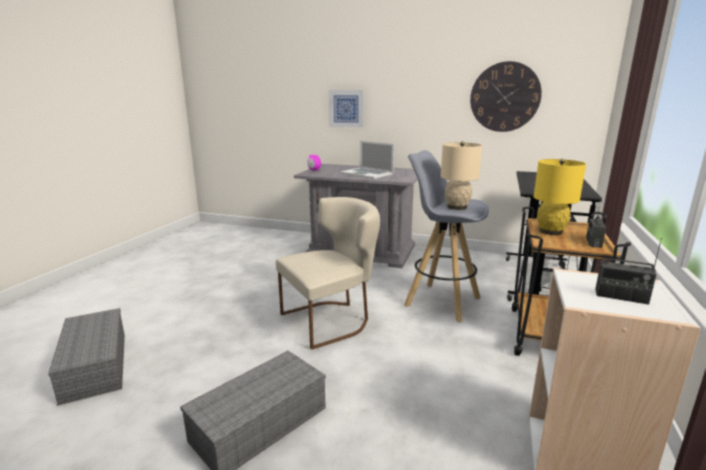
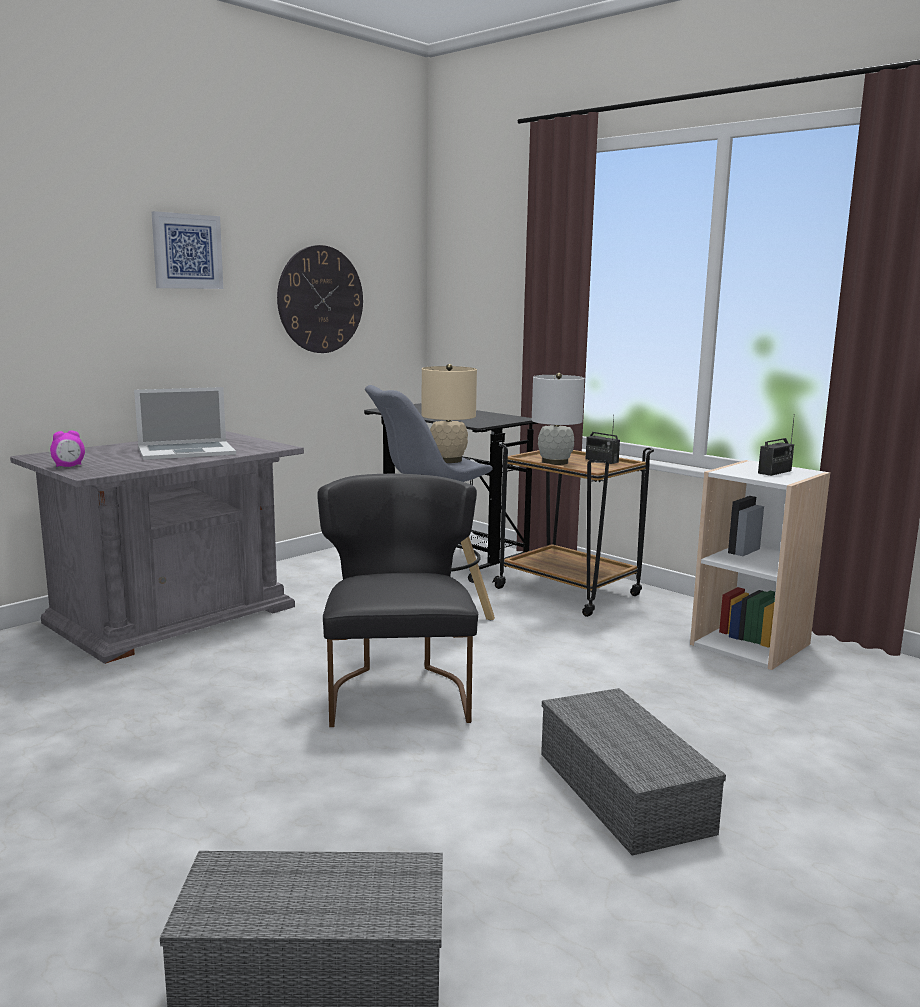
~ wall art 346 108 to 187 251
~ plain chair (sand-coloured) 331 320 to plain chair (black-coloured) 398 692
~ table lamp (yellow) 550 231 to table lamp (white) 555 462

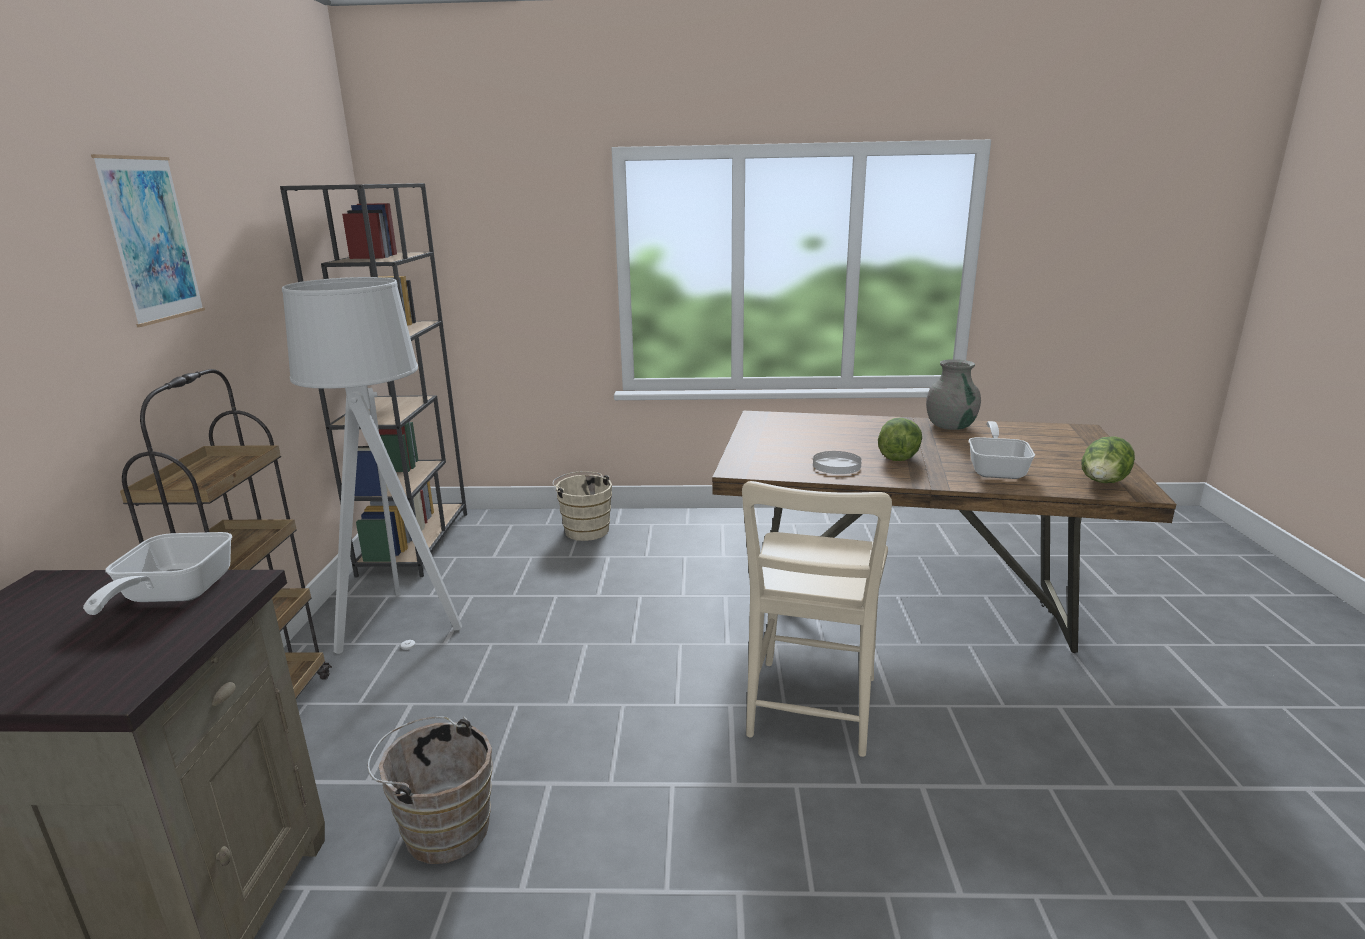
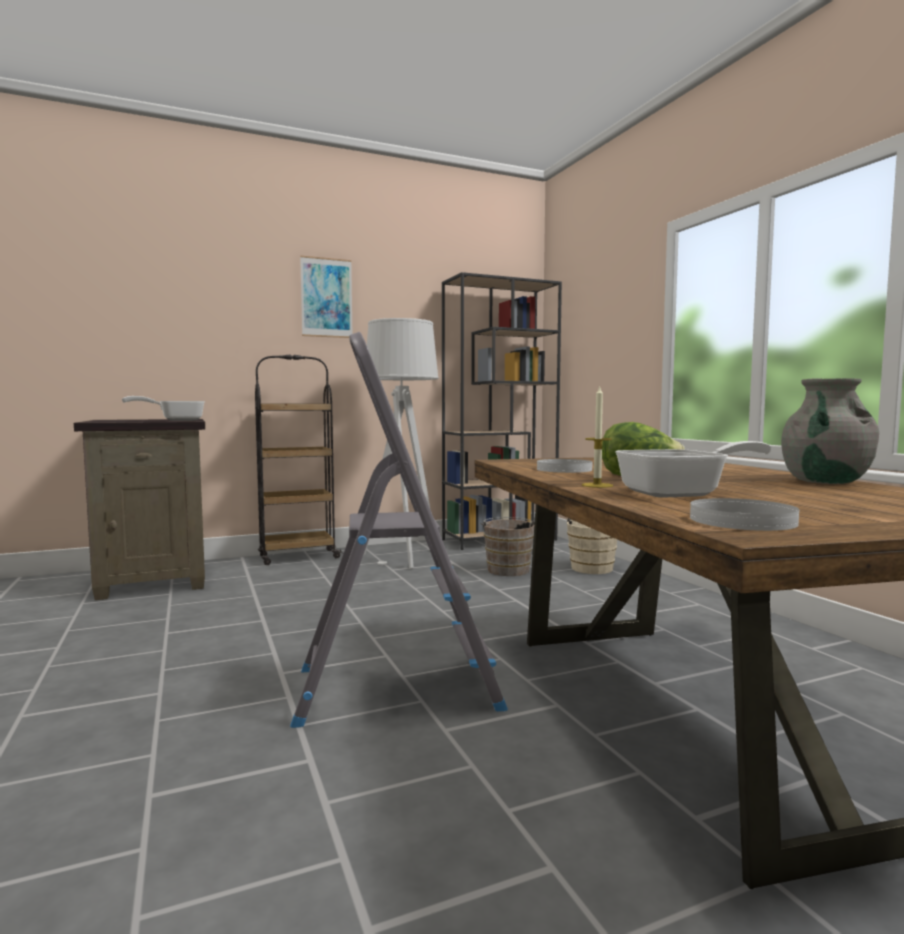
+ candle 597 485
~ water bucket (brown) 442 828 to 508 569
~ plain chair (sand-coloured) 810 712 to step stool (gray) 400 688
~ head of lettuce 1103 484 to plate (white) 743 520

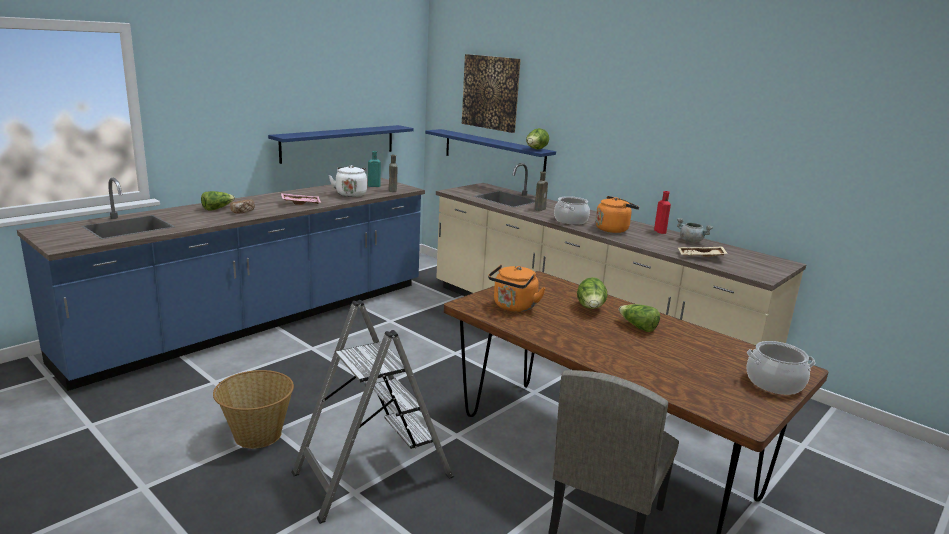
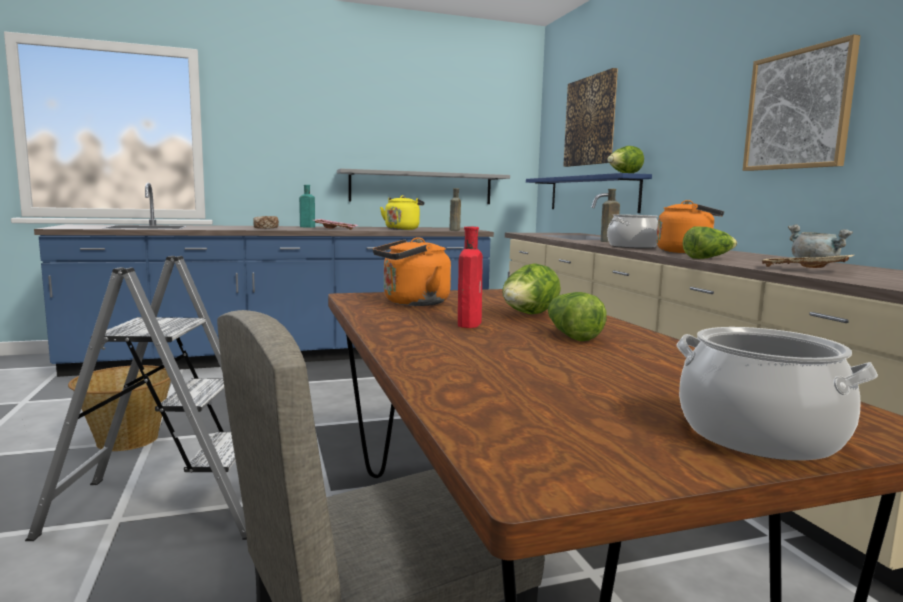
+ wall art 798 110
~ head of lettuce 217 208 to 708 258
~ bottle (turquoise-coloured) 373 186 to 306 227
~ bottle (red-coloured) 659 231 to 469 323
~ shelf (blue) 339 143 to shelf (gray) 421 187
~ water kettle (white) 351 194 to water kettle (yellow) 402 229

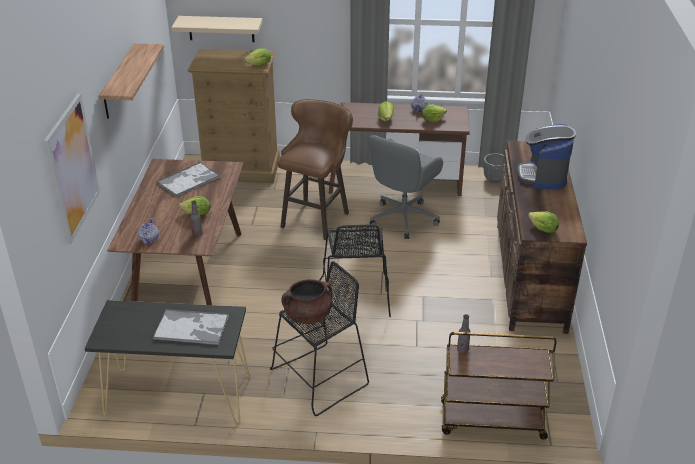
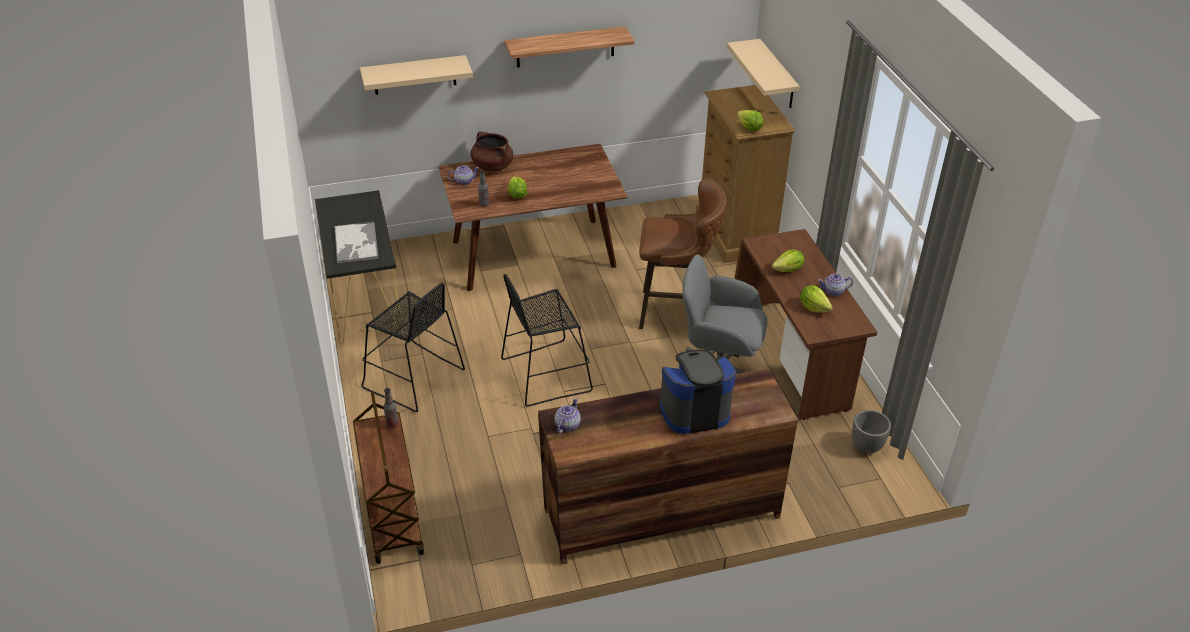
- carrying tray 189 180
~ cooking pot (brown) 308 316 to 492 166
~ wall art 72 168 to shelf (sand-coloured) 414 75
~ head of lettuce 543 230 to teapot 567 425

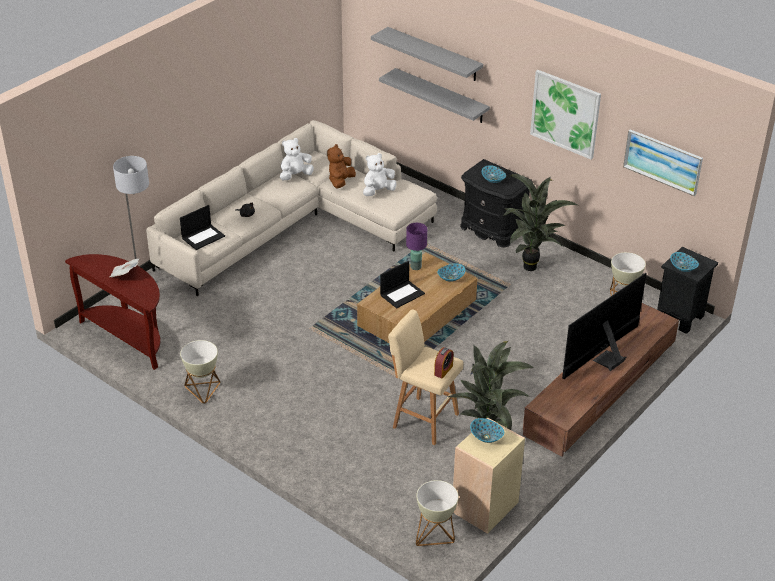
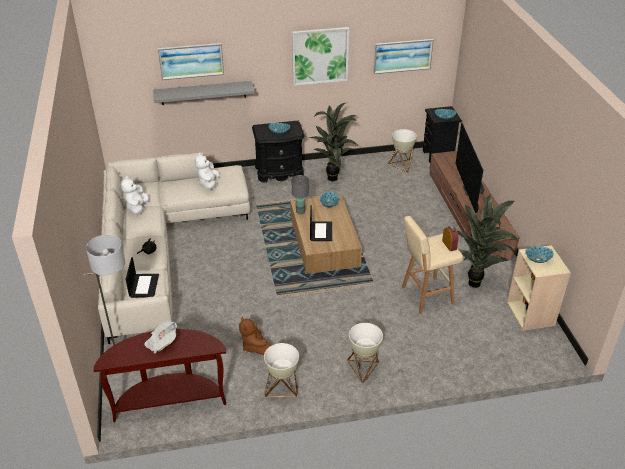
~ plush toy (brown) 340 181 to 254 346
~ plant pot 435 536 to 363 368
~ shelf (gray) 434 54 to wall art 191 61
~ table lamp (purple-coloured) 416 267 to table lamp (gray) 300 211

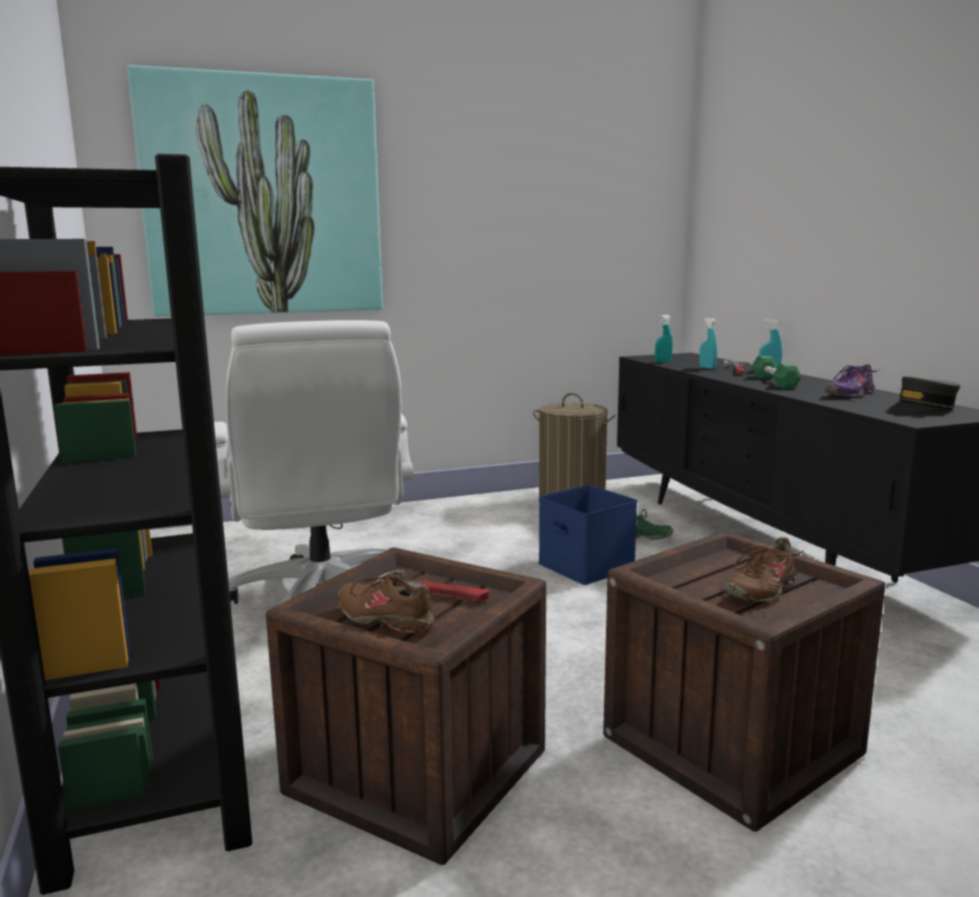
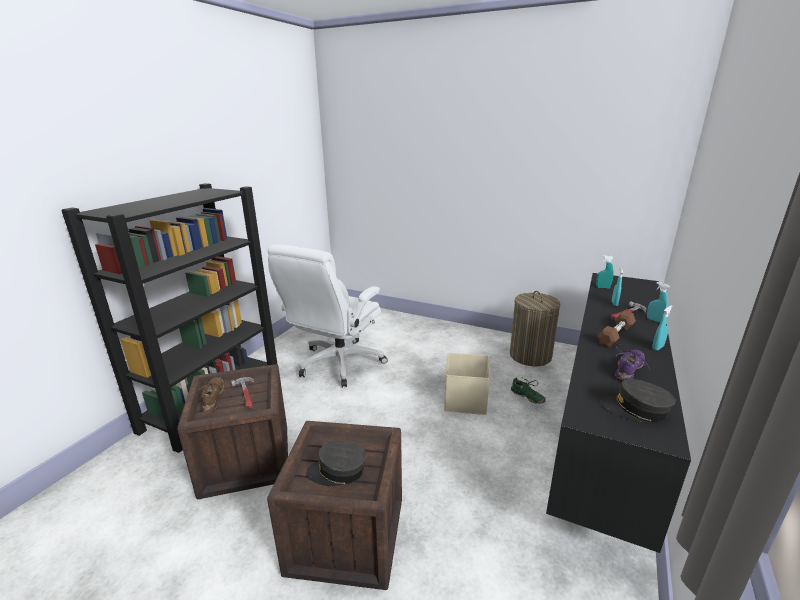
- wall art 263 197
+ hand sprayer (turquoise-coloured) 657 347
~ low shoe (brown) 760 589 to cap (gray) 337 471
~ storage bin (blue) 584 565 to storage bin (sand-coloured) 464 399
~ dumbbell (green) 774 382 to dumbbell (brown) 615 335
~ low shoe (purple-coloured) 849 394 = 629 370 120 degrees clockwise

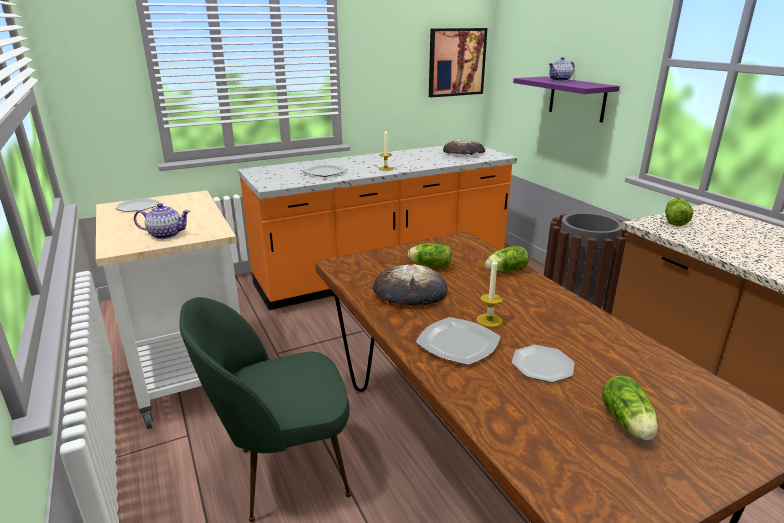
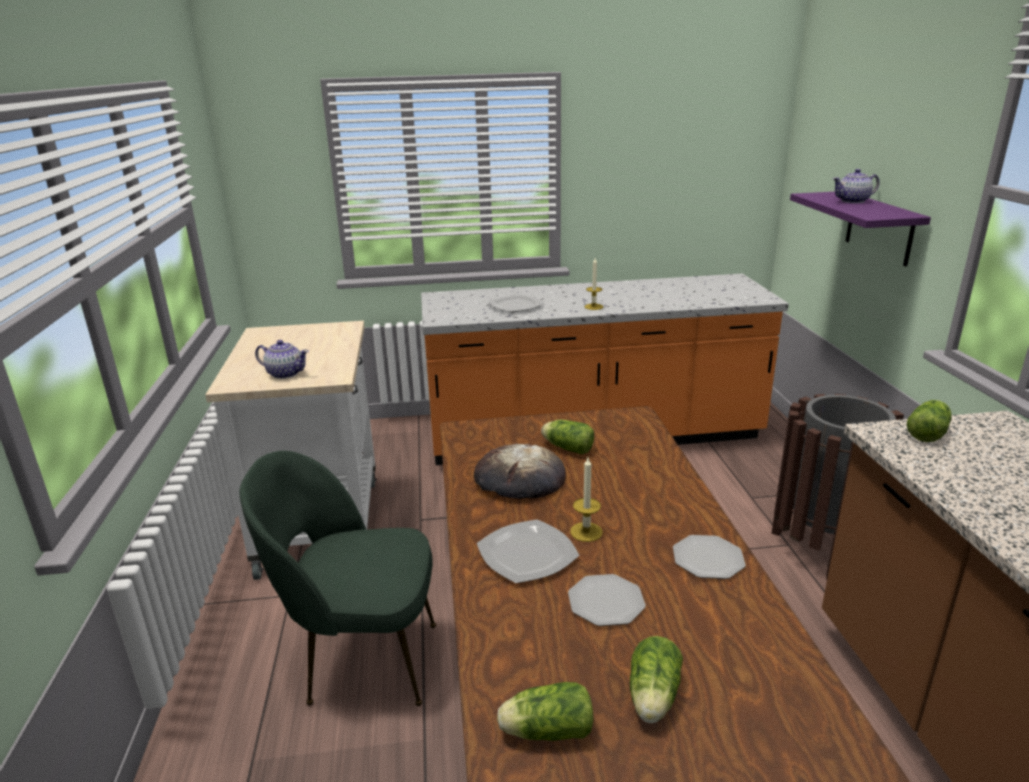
- wall art 456 62
- bakery bread 464 152
~ plate 137 207 to 708 559
~ head of lettuce 504 271 to 545 731

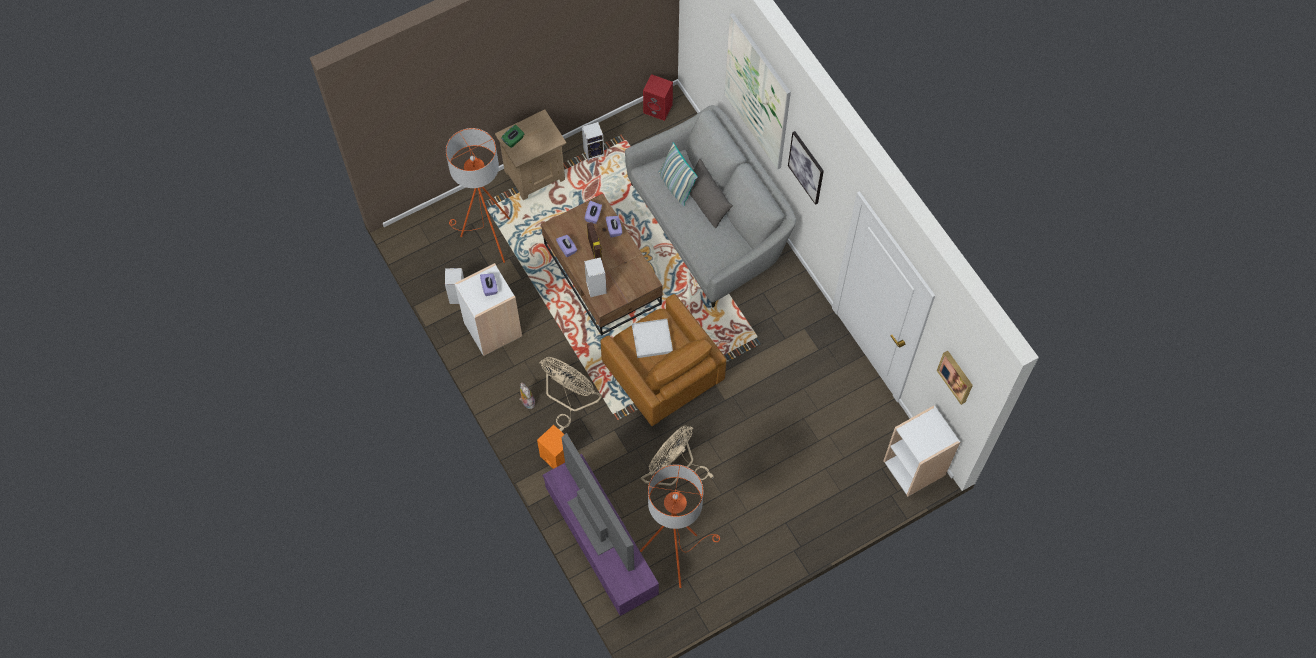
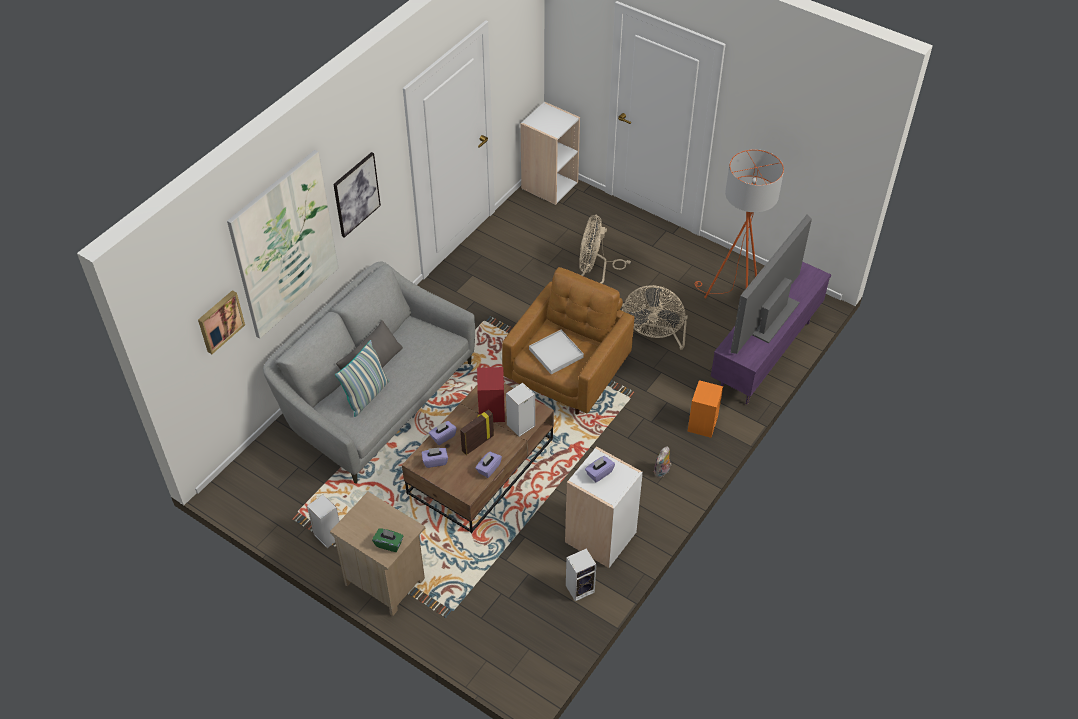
- standing lamp (orangey) 486 239
~ electric fan (sand-coloured) 567 397 to 595 269
~ speaker (red-coloured) 658 108 to 491 410
~ wall art 956 376 to 219 321

